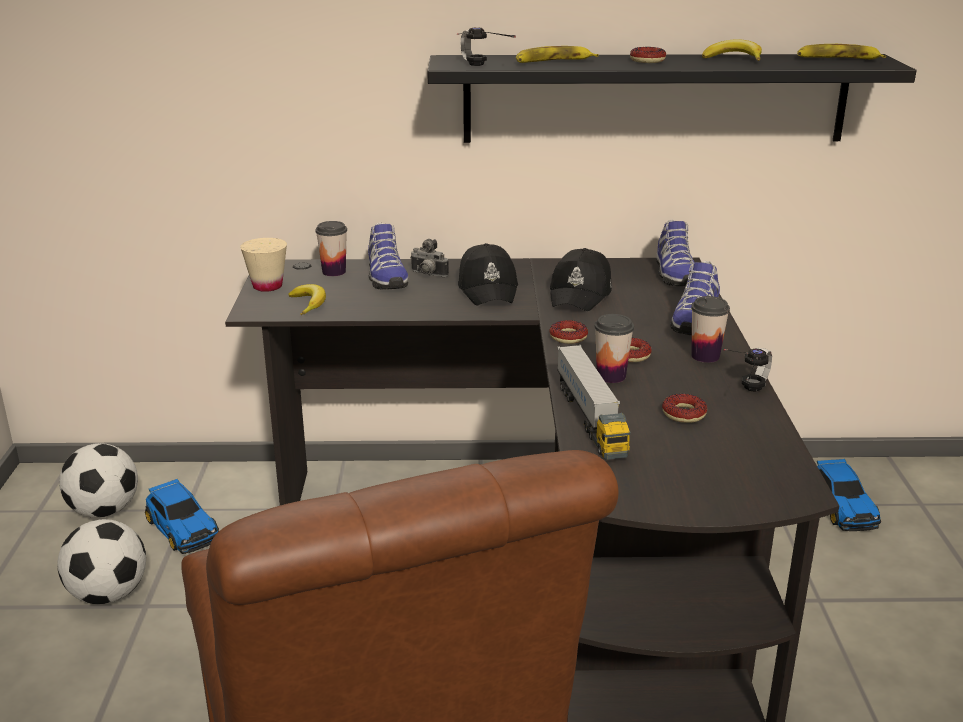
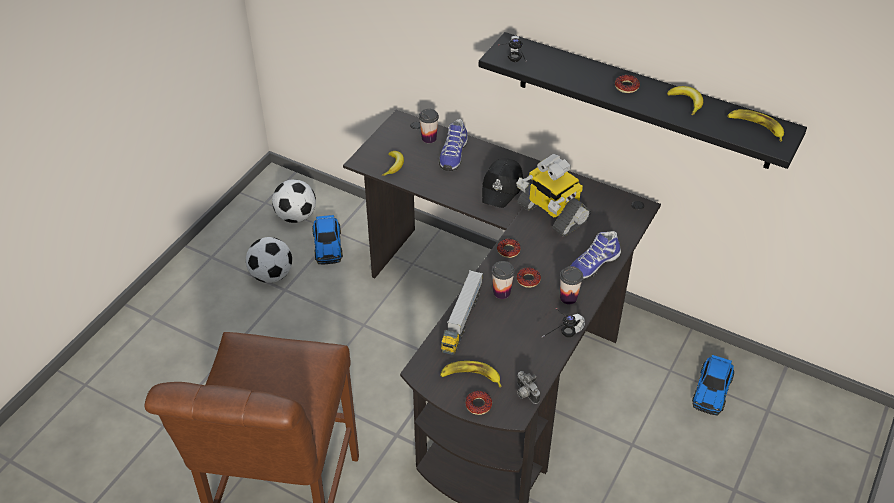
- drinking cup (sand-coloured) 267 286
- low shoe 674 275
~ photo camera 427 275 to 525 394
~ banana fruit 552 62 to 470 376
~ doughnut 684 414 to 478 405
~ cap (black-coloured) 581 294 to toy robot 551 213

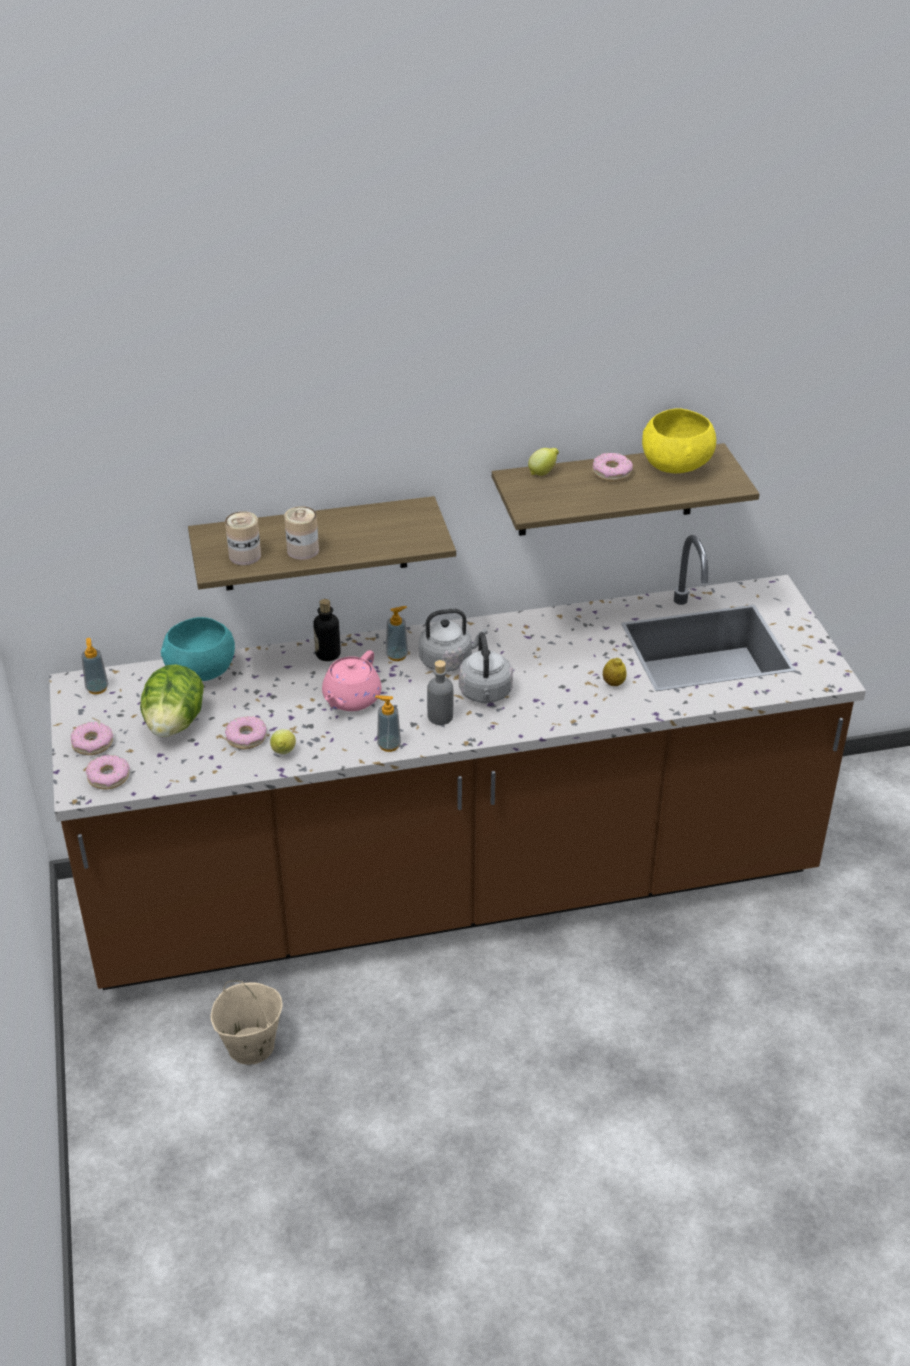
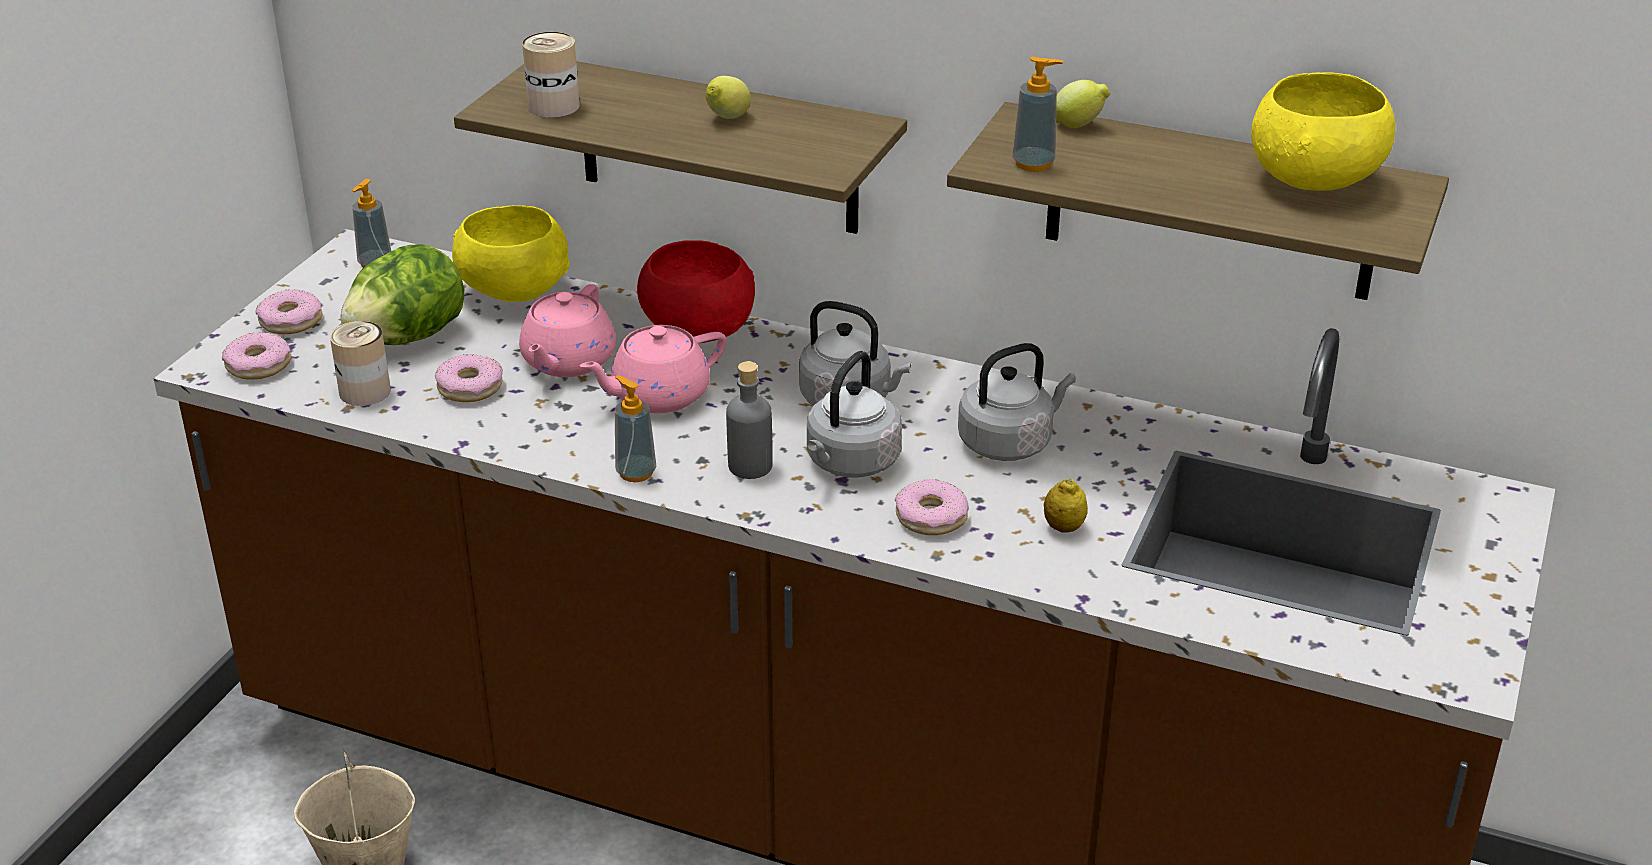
+ teapot (pinkish) 567 362
+ water kettle (gray) 1009 442
~ lemon 283 753 to 727 119
~ sealed can 303 550 to 365 391
~ liquid soap bottle 397 655 to 1033 164
~ doughnut 611 473 to 931 517
~ bottle 328 654 to serving bowl (red-coloured) 696 331
~ serving bowl (turquoise-coloured) 200 673 to serving bowl (yellow) 513 292

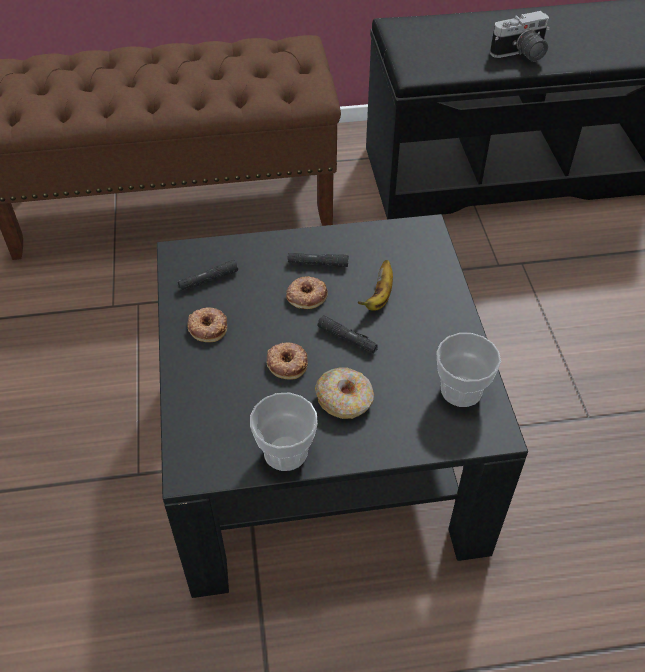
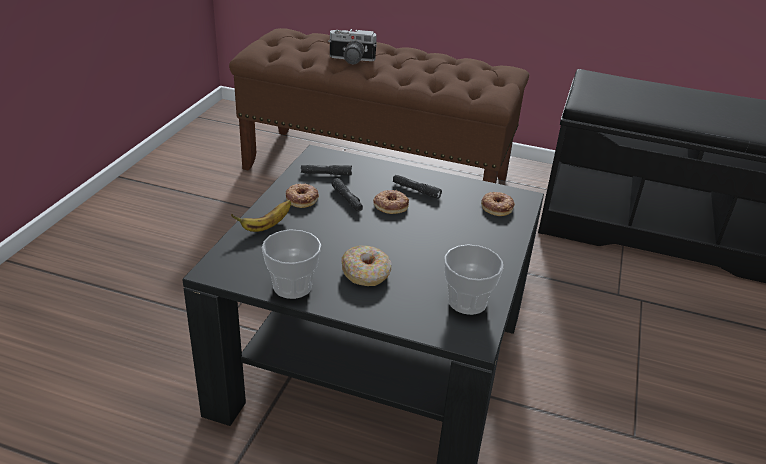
~ doughnut 287 363 to 497 207
~ hand torch (black-coloured) 348 338 to 347 199
~ banana fruit 379 296 to 266 226
~ photo camera 521 55 to 351 60

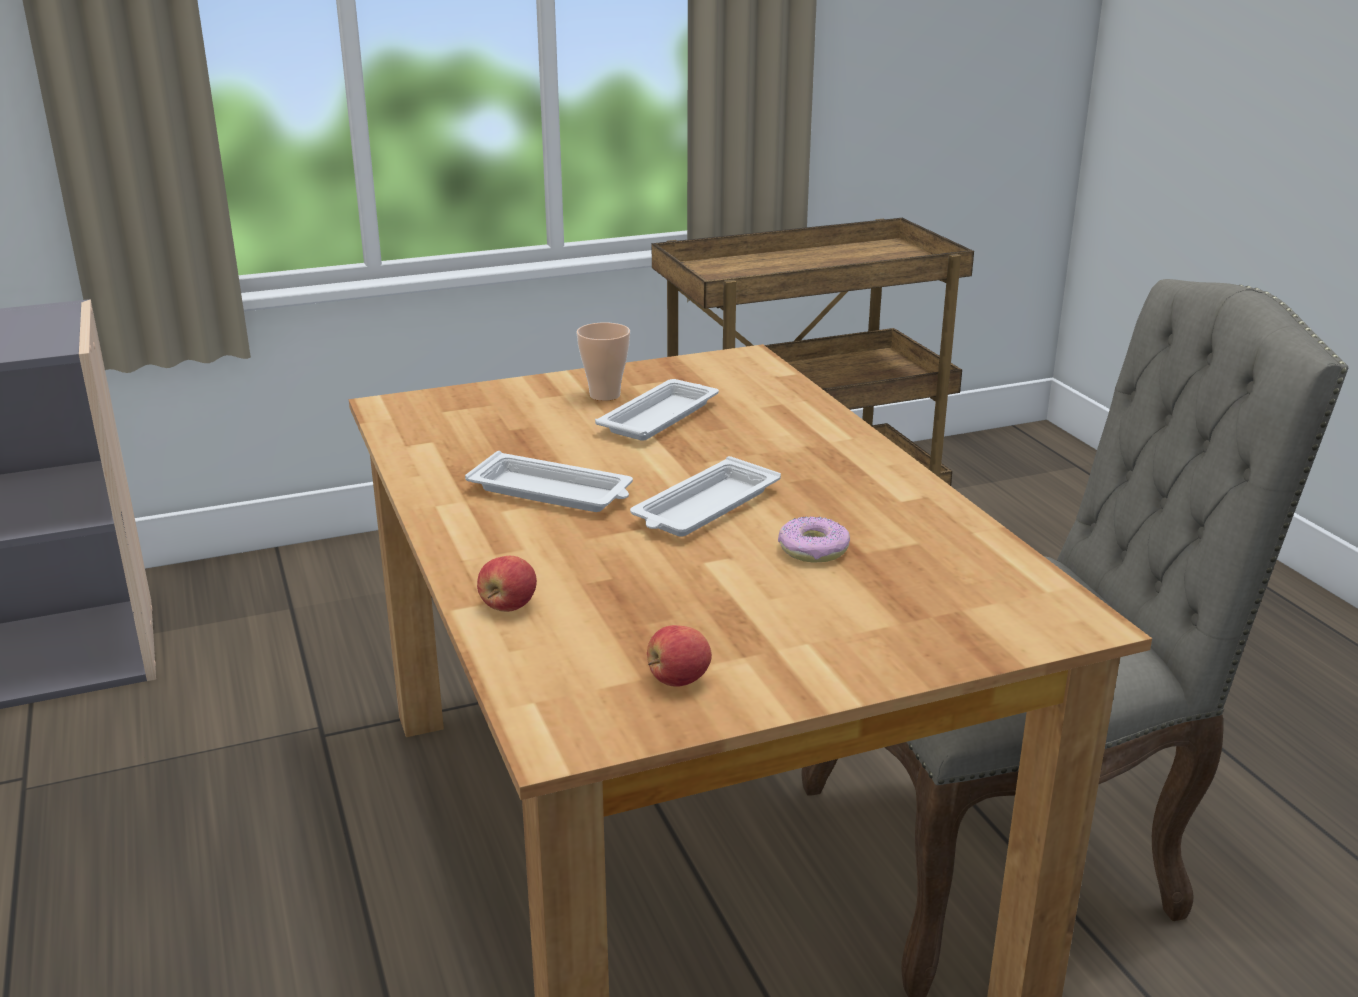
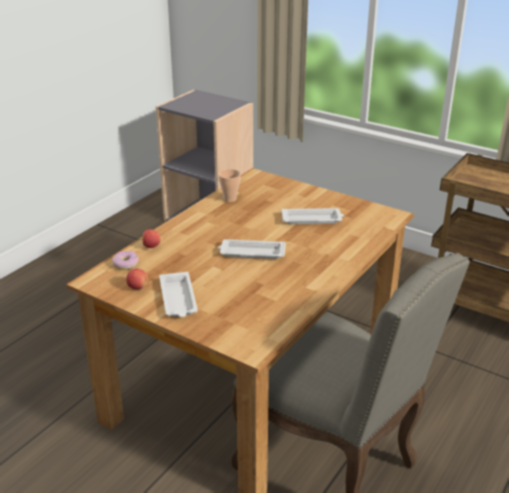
~ carrying tray (white) 553 492 to 178 299
~ drinking cup 605 395 to 230 199
~ doughnut 813 550 to 125 264

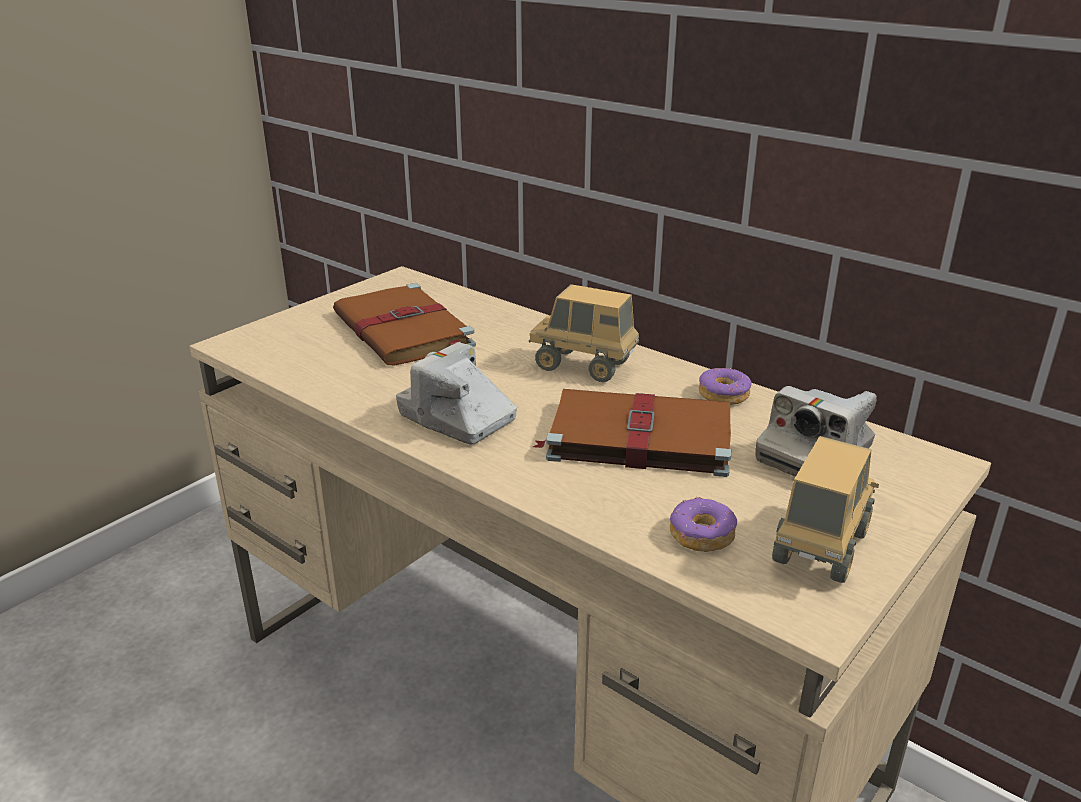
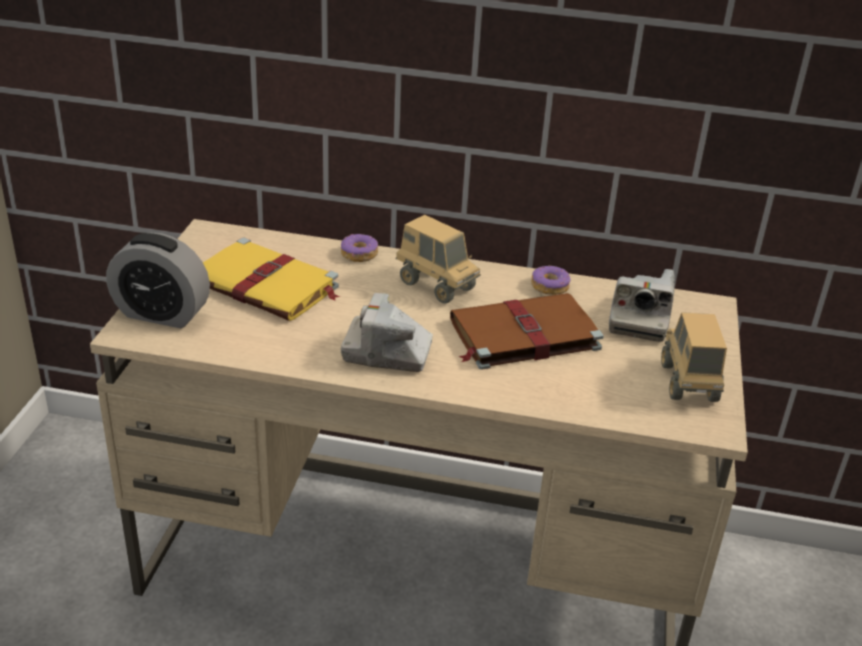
+ table clock 161 314
~ doughnut 701 535 to 359 254
~ volume (brown) 404 331 to volume (yellow) 267 285
~ toy lorry 583 366 = 436 286 135 degrees counterclockwise

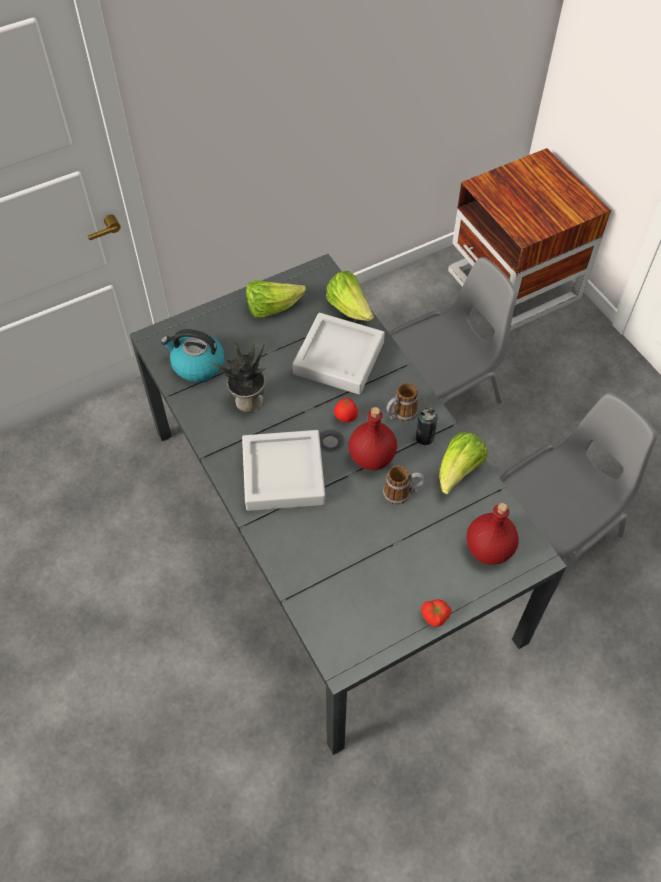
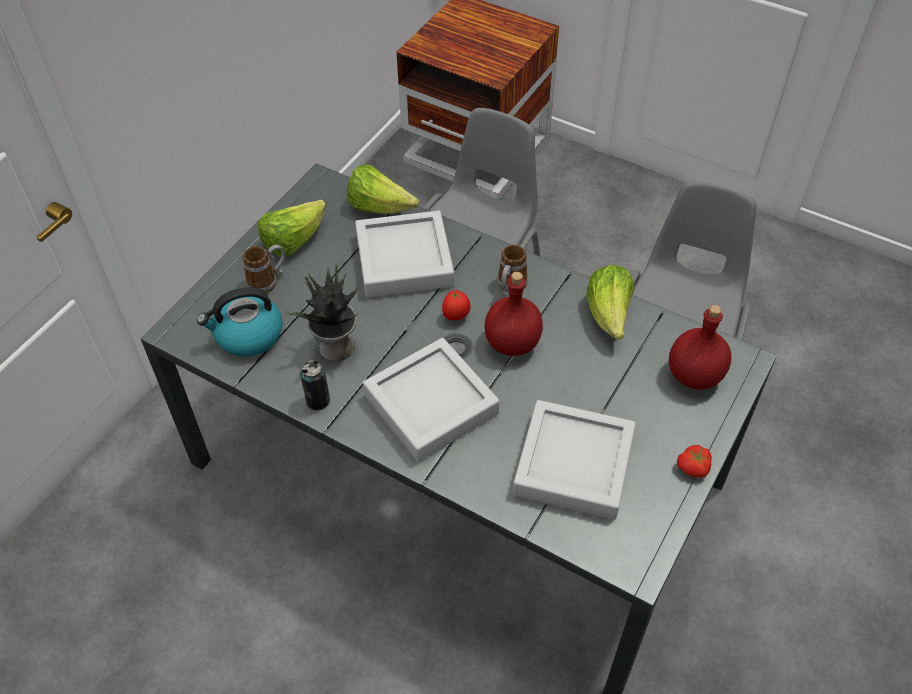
+ carrying tray (gray) 573 464
~ tea mug 402 493 to 268 281
~ sealed can 424 437 to 318 400

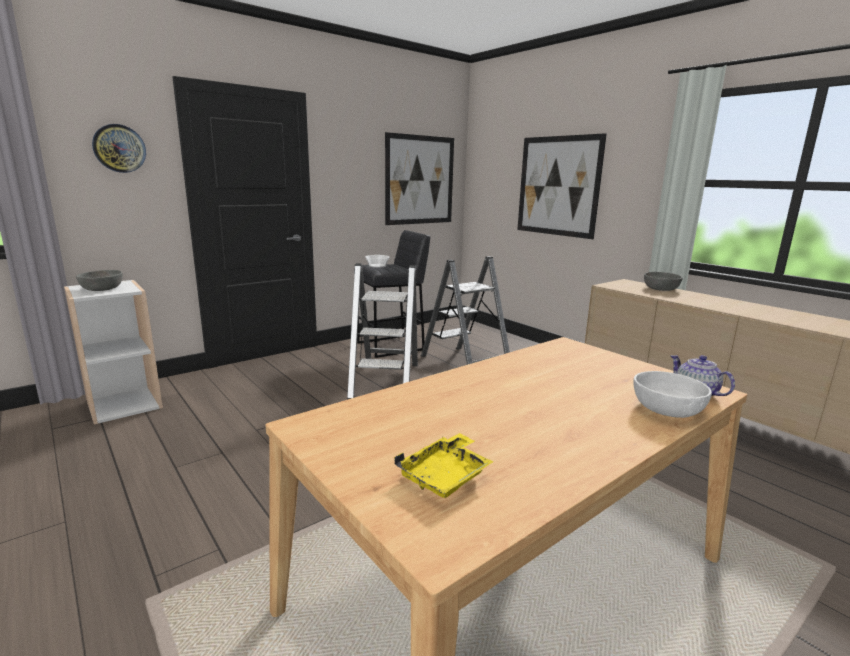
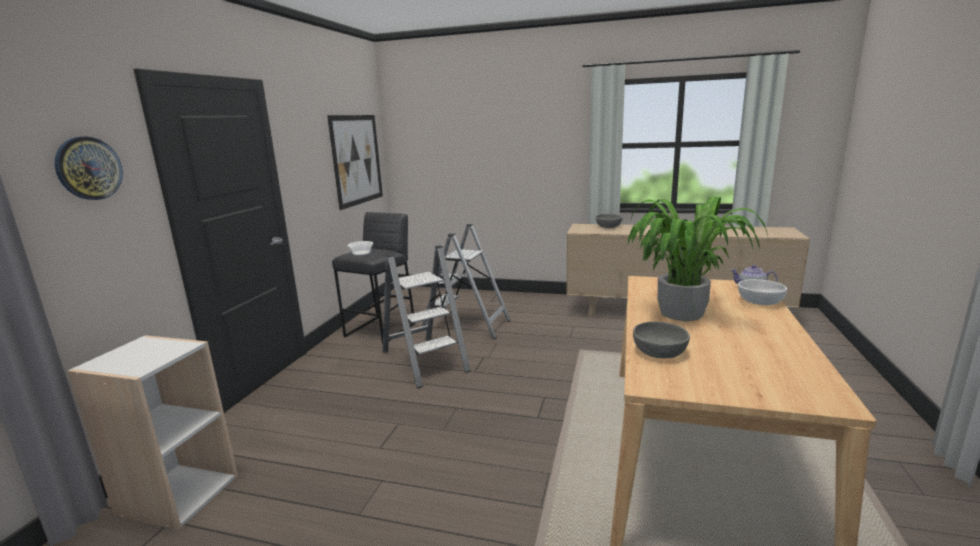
- carrying tray (yellow) 445 476
- wall art 558 186
+ plant in a pot 680 313
~ serving bowl (gray) 102 289 to 659 352

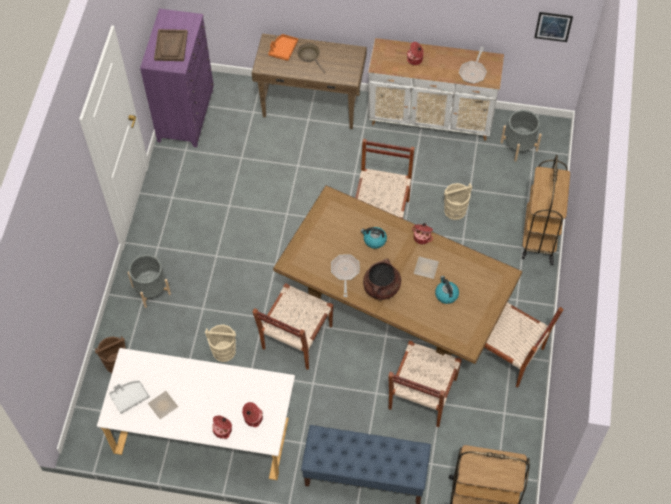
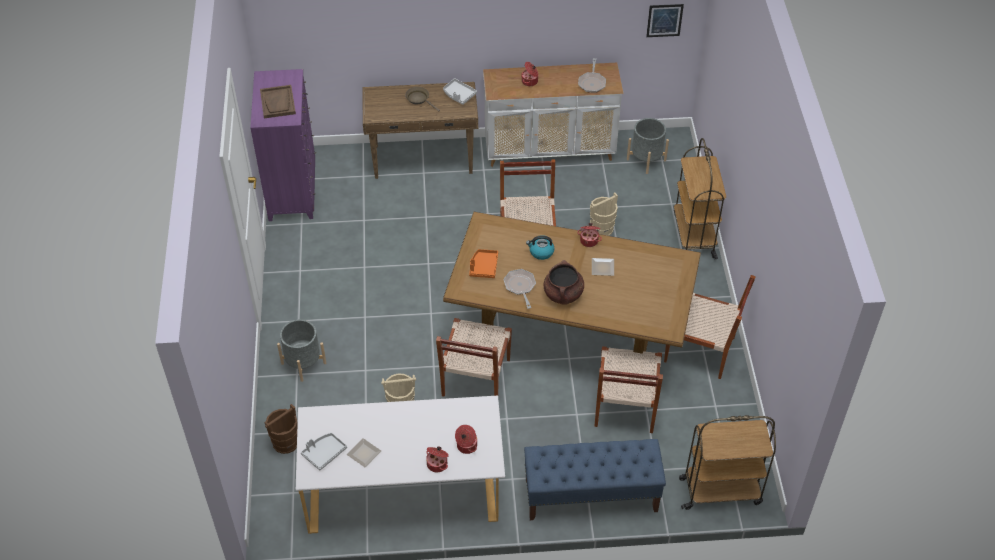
- water kettle 446 294
+ carrying tray (gray) 459 95
~ carrying tray (orangey) 283 50 to 483 267

